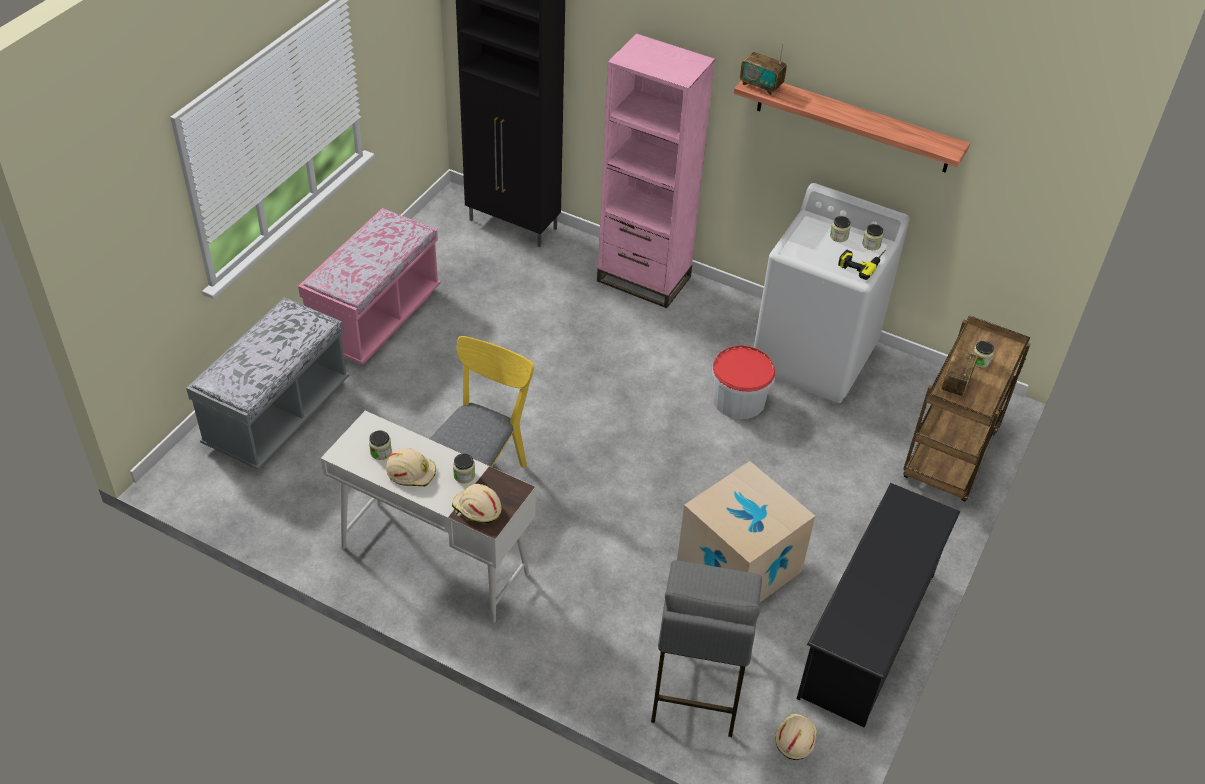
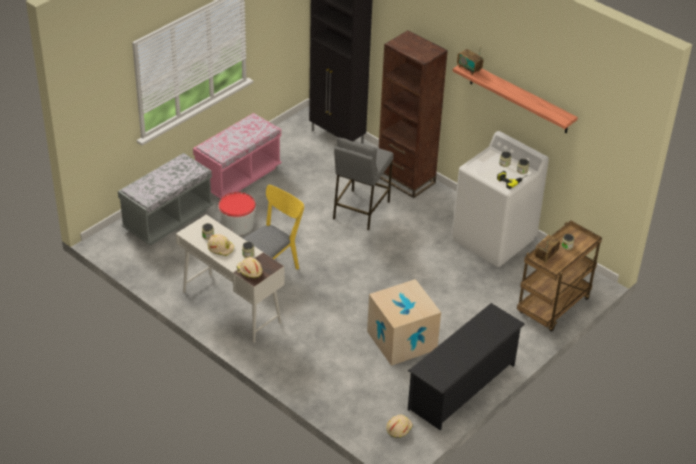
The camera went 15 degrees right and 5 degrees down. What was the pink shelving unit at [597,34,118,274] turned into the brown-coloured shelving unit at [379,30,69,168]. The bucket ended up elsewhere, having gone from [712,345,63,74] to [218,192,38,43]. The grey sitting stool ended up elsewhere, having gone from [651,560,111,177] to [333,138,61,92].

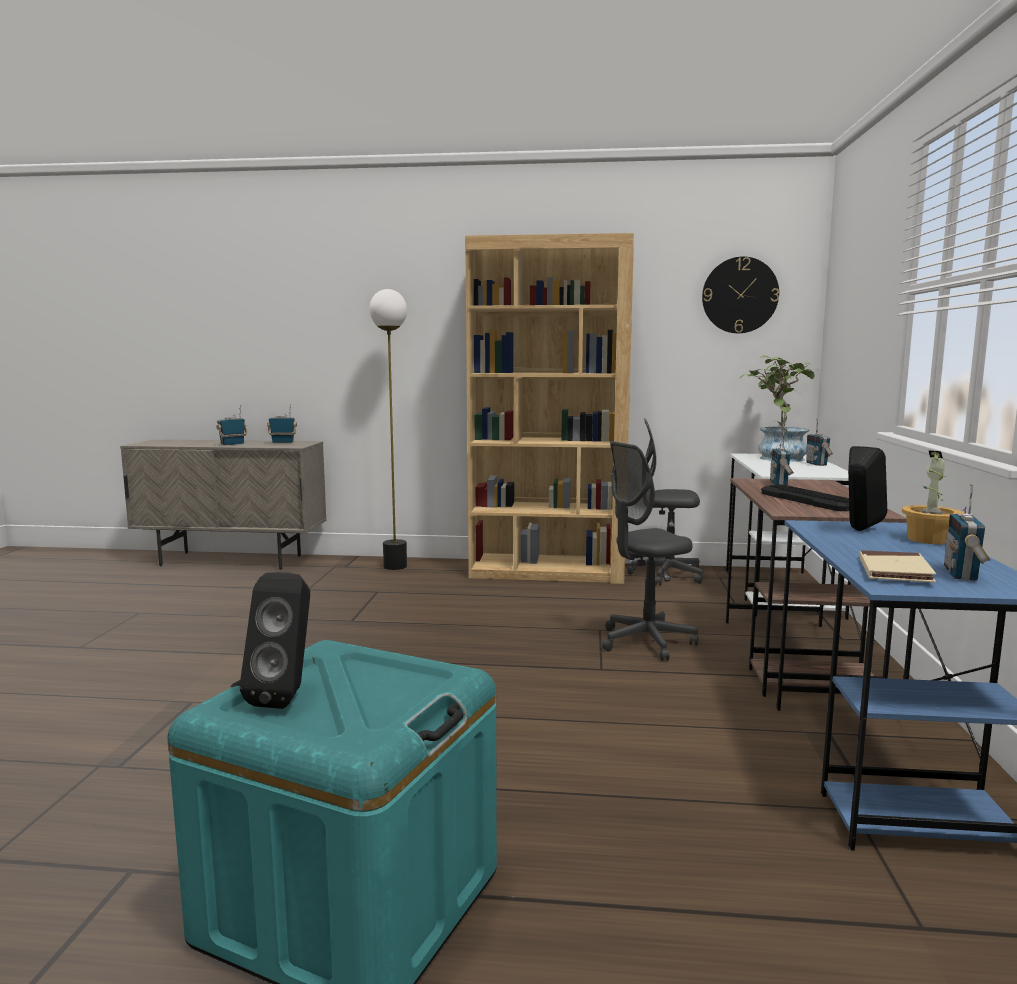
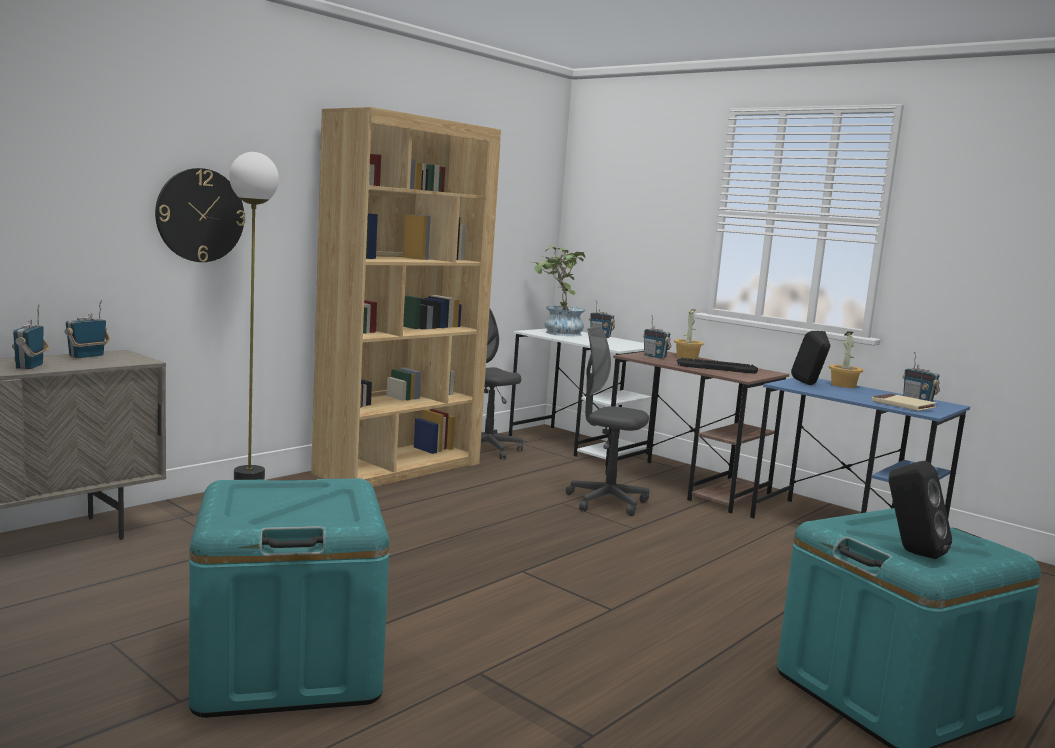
The camera went 55 degrees left and 0 degrees up. The clock on the wall ended up elsewhere, having gone from [702,256,77,77] to [155,168,90,94]. The grey desk chair at [602,441,96,220] ended up facing another way, 105 degrees clockwise from before. The second view gained the houseplant at [674,309,30,50]. The second view gained the blue-green storage container at [189,479,201,239].

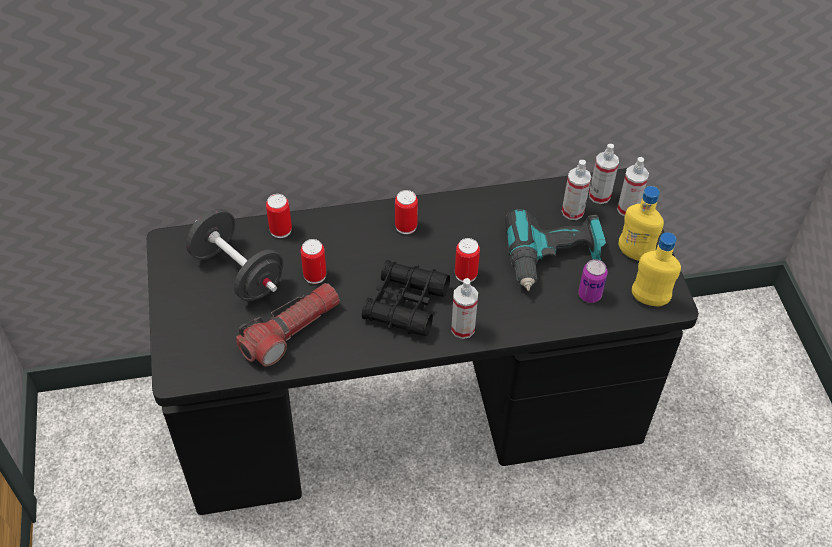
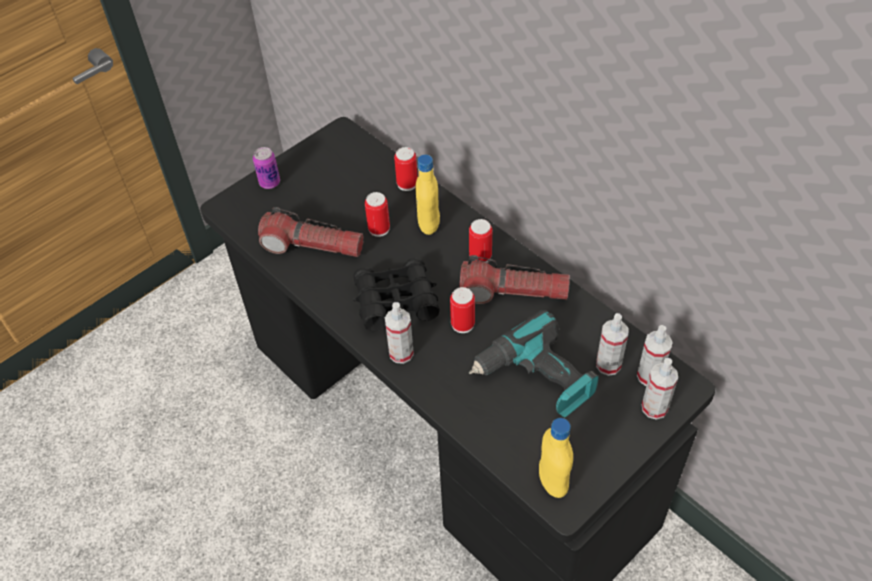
The camera went 60 degrees right and 0 degrees up. The yellow-coloured beverage bottle ended up elsewhere, having gone from [618,186,46,75] to [415,155,25,80]. The second view lost the black-coloured hand weight at [186,209,97,93]. The can ended up elsewhere, having gone from [578,259,30,44] to [253,147,27,42]. The second view gained the hand torch at [459,255,111,49].

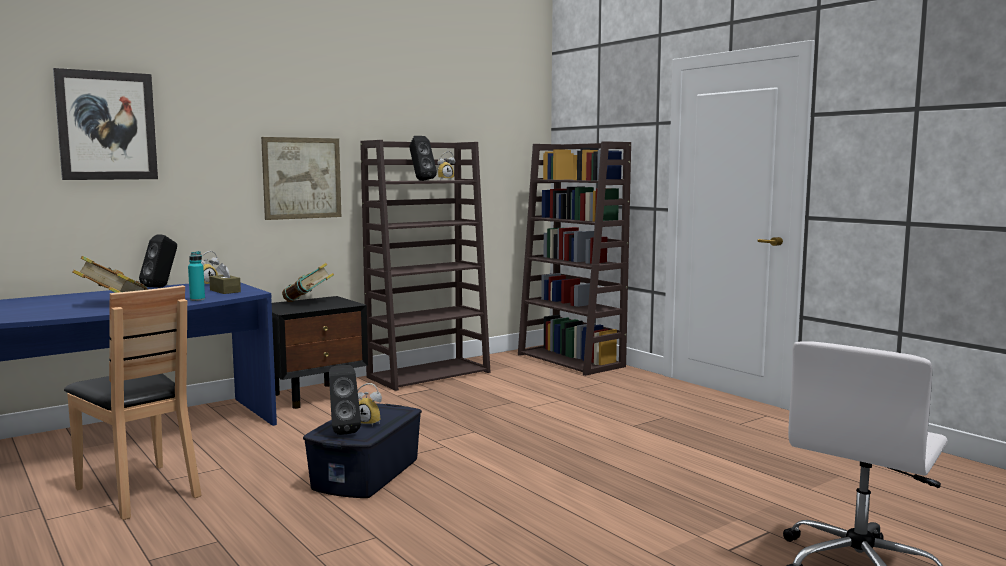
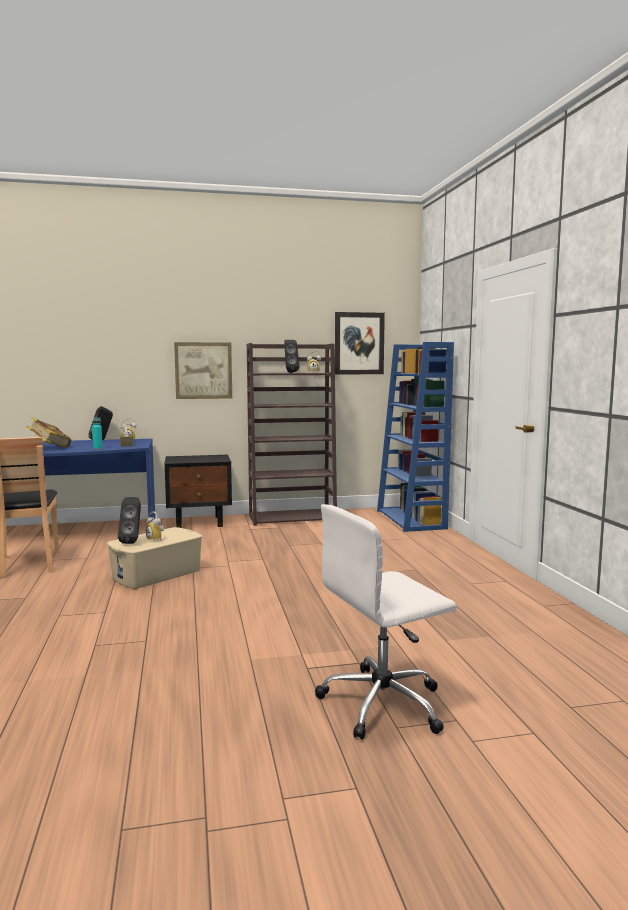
The camera went 25 degrees right and 0 degrees up. The wall art ended up elsewhere, having gone from [53,68,105,112] to [335,312,50,62]. What was the brown-coloured shelving unit at [518,141,113,235] turned into the bluish shelving unit at [377,342,77,190]. The second view lost the bound book at [282,263,52,39]. What was the bluish storage container at [303,403,119,95] turned into the beige-coloured storage container at [107,527,95,62].

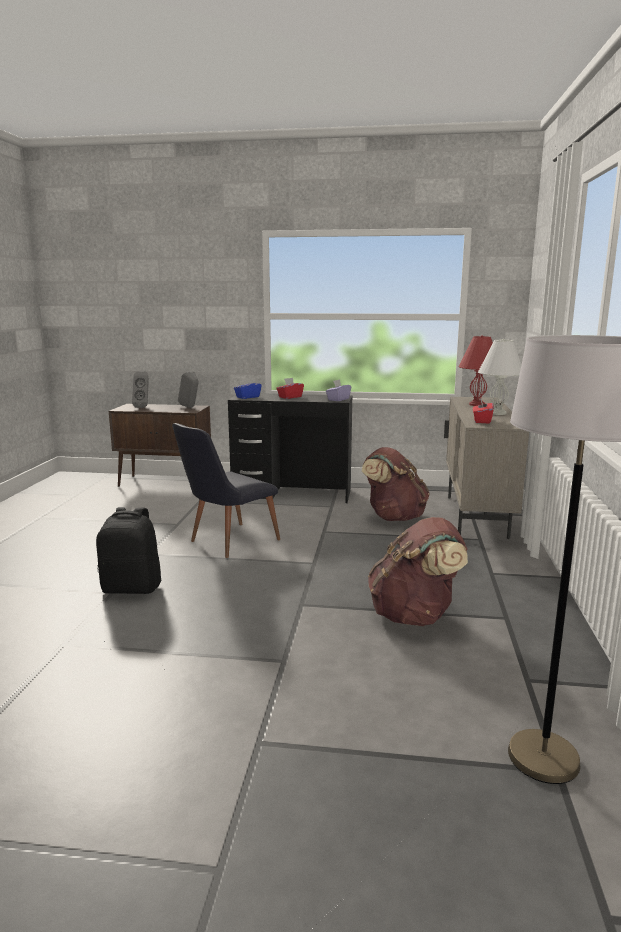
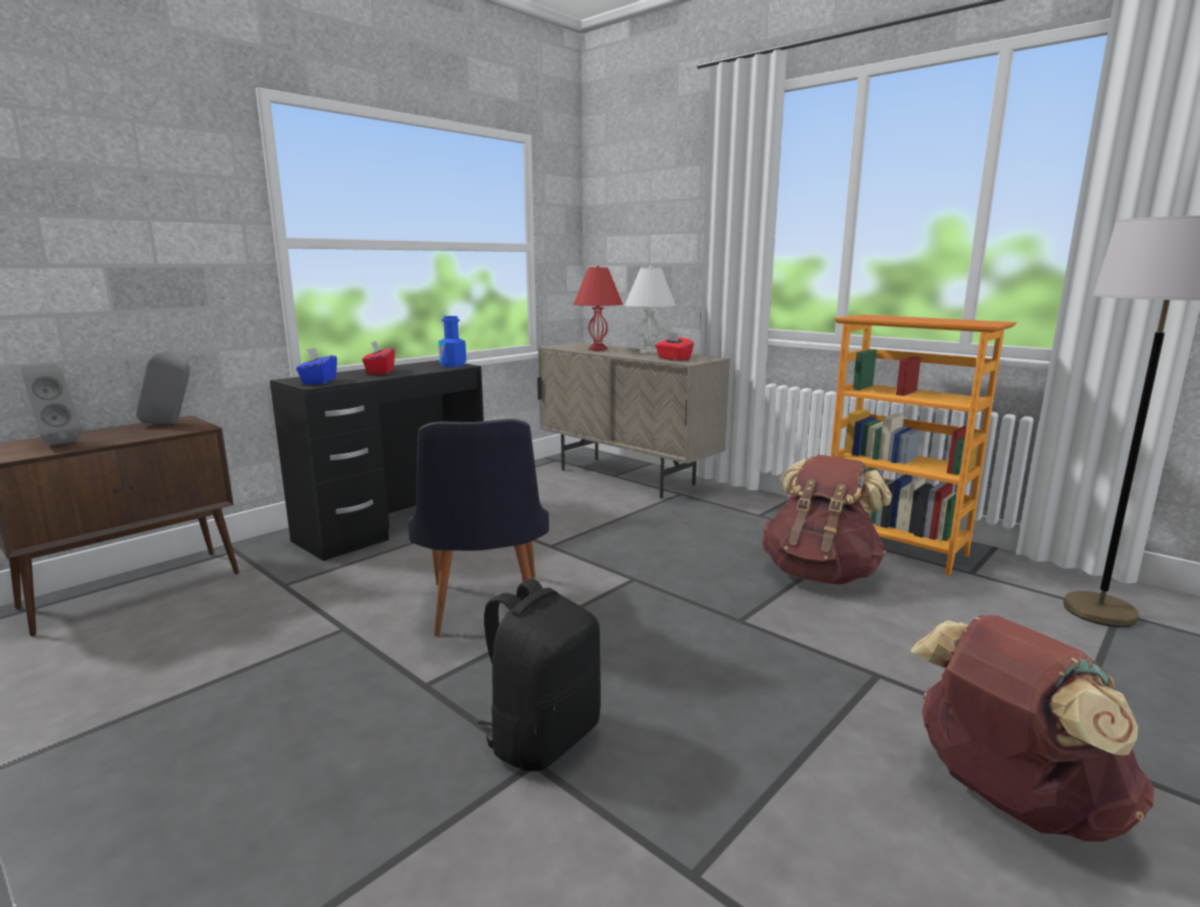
The camera went 55 degrees left and 0 degrees up. Where the purple-coloured box of tissues stood at [326,379,25,22], the bluish beverage bottle came to stand at [438,316,28,51]. The brown-coloured backpack ended up elsewhere, having gone from [362,447,68,74] to [910,615,244,227]. The second view gained the shelving unit at [831,314,186,262].

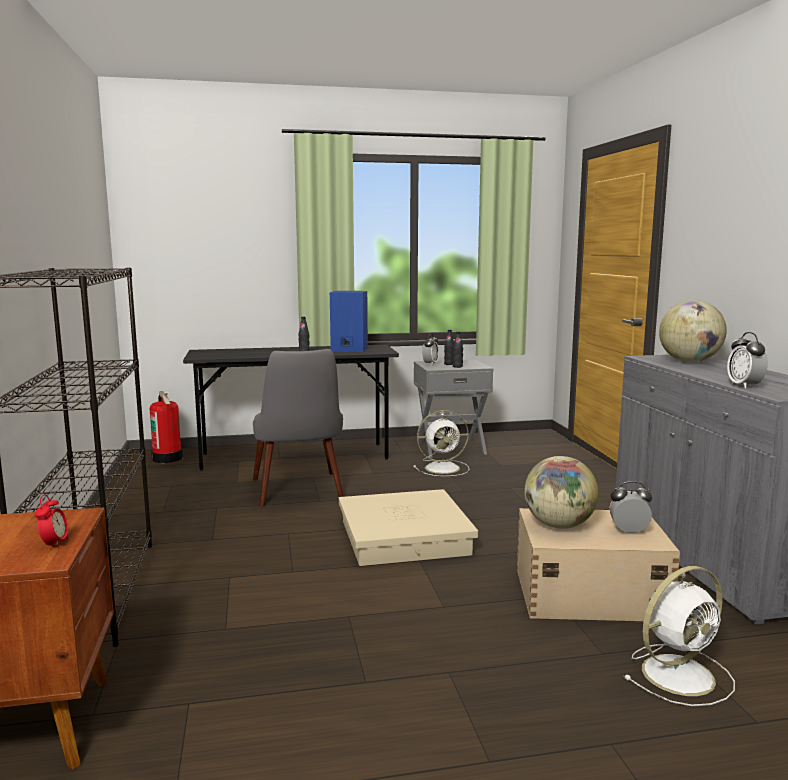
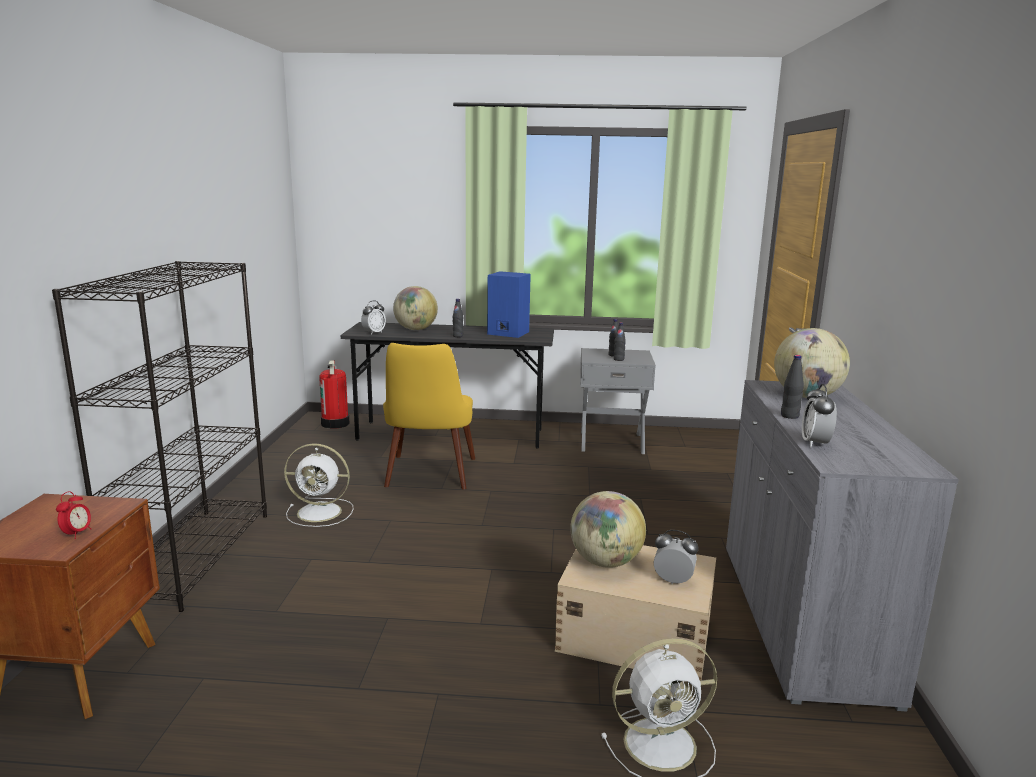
The camera went 15 degrees right and 5 degrees up. The alarm clock ended up elsewhere, having gone from [422,334,17,31] to [361,301,25,34]. What was the grey upright chair at [253,349,91,157] turned into the yellow-coloured upright chair at [383,343,92,147]. The white-coloured fan ended up elsewhere, having gone from [413,410,57,66] to [284,444,70,83]. The second view lost the beige-coloured storage container at [339,489,139,77]. The second view gained the globe at [393,286,45,44]. The second view gained the black-coloured beverage bottle at [781,355,23,64].

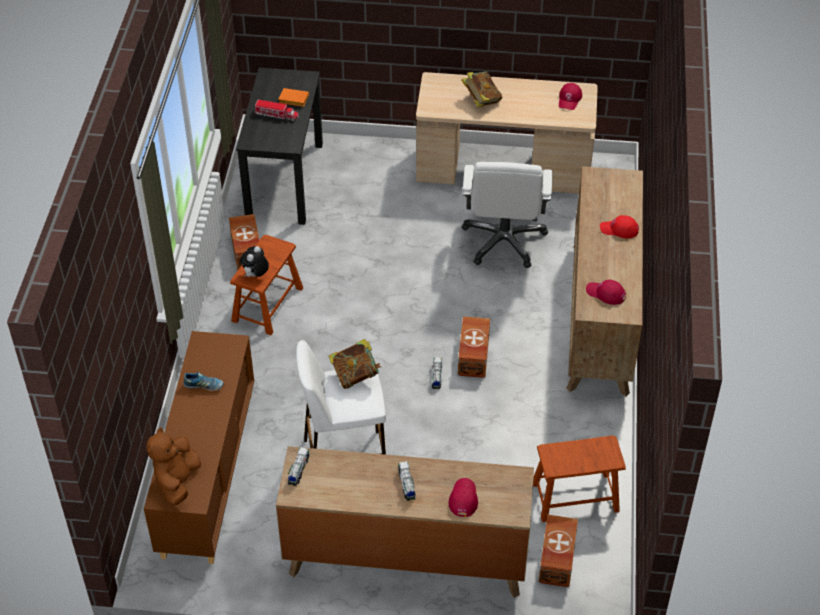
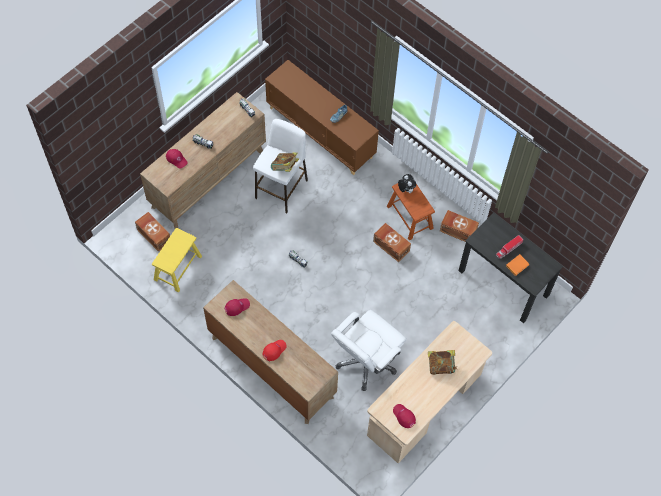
The camera went 125 degrees right and 15 degrees up. The white-coloured desk chair at [462,162,91,106] ended up facing another way, 90 degrees counterclockwise from before. The brown-coloured storage container ended up elsewhere, having gone from [458,316,32,62] to [373,223,38,39]. The second view lost the brown-coloured soft toy at [146,428,55,77]. What was the brown-coloured sitting stool at [533,436,93,86] turned into the yellow-coloured sitting stool at [152,228,50,64].

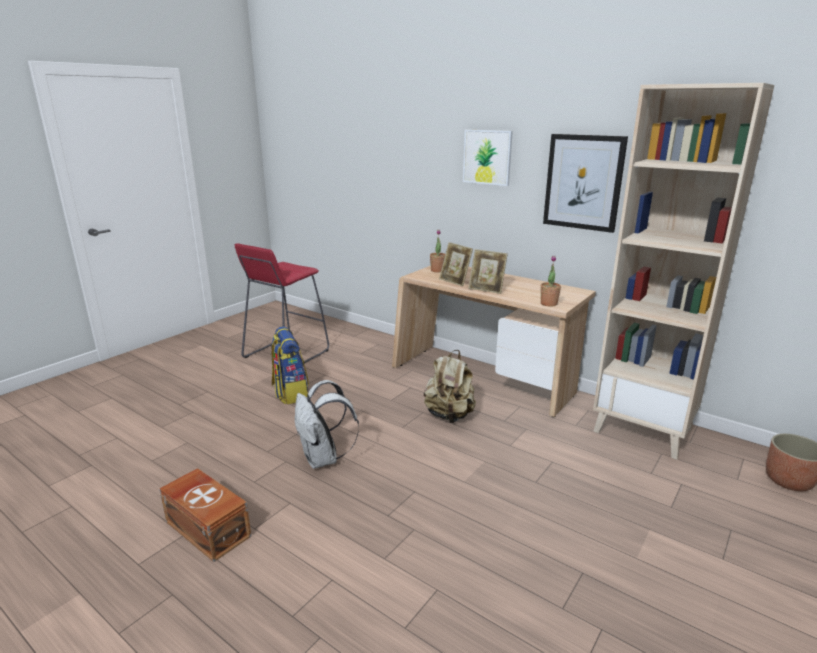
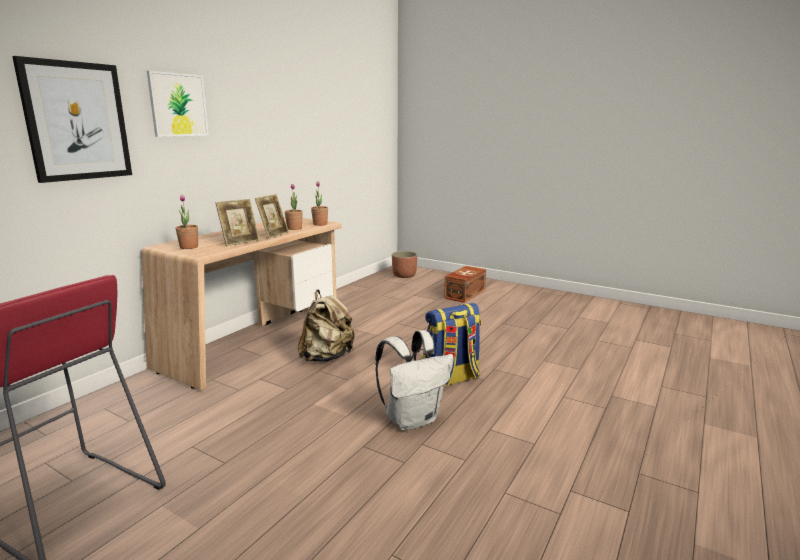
The camera went 95 degrees left and 5 degrees down. The second view lost the beige-coloured shelving unit at [593,83,181,377]. The wall art ended up elsewhere, having gone from [543,134,85,99] to [12,56,120,127]. The backpack ended up elsewhere, having gone from [271,326,38,78] to [423,303,58,83]. The brown-coloured storage container ended up elsewhere, having gone from [159,468,92,94] to [444,266,42,37]. The second view gained the houseplant at [285,184,18,46].

